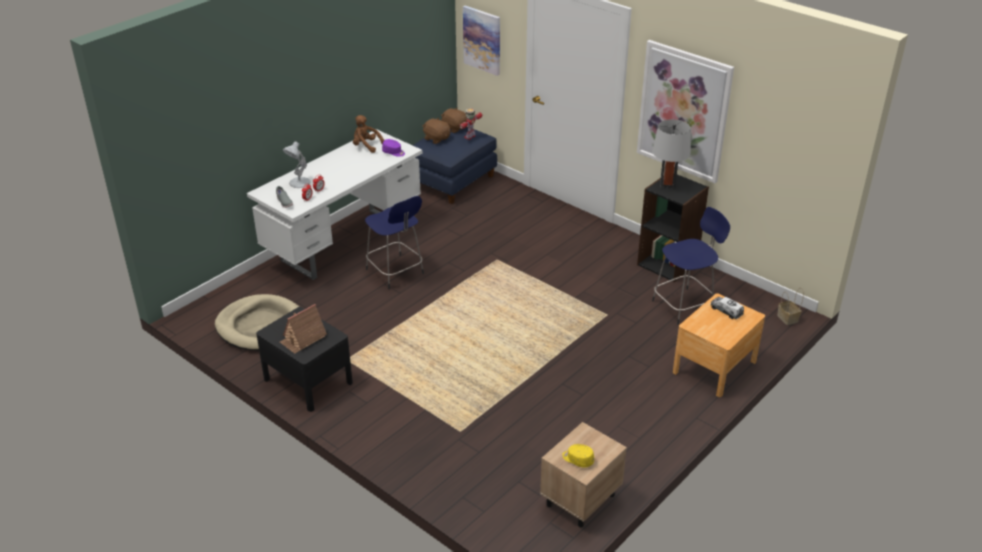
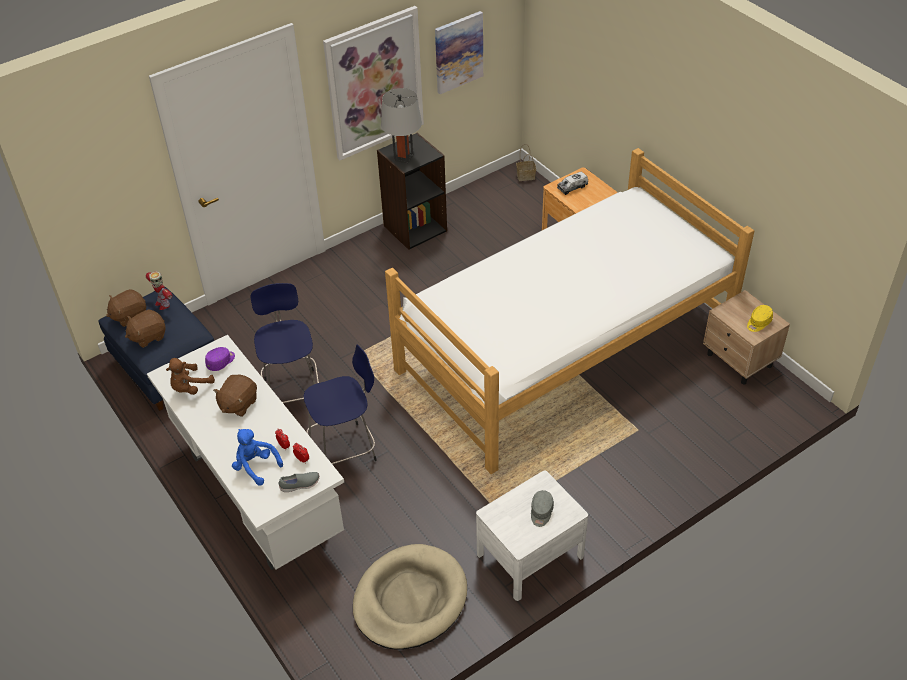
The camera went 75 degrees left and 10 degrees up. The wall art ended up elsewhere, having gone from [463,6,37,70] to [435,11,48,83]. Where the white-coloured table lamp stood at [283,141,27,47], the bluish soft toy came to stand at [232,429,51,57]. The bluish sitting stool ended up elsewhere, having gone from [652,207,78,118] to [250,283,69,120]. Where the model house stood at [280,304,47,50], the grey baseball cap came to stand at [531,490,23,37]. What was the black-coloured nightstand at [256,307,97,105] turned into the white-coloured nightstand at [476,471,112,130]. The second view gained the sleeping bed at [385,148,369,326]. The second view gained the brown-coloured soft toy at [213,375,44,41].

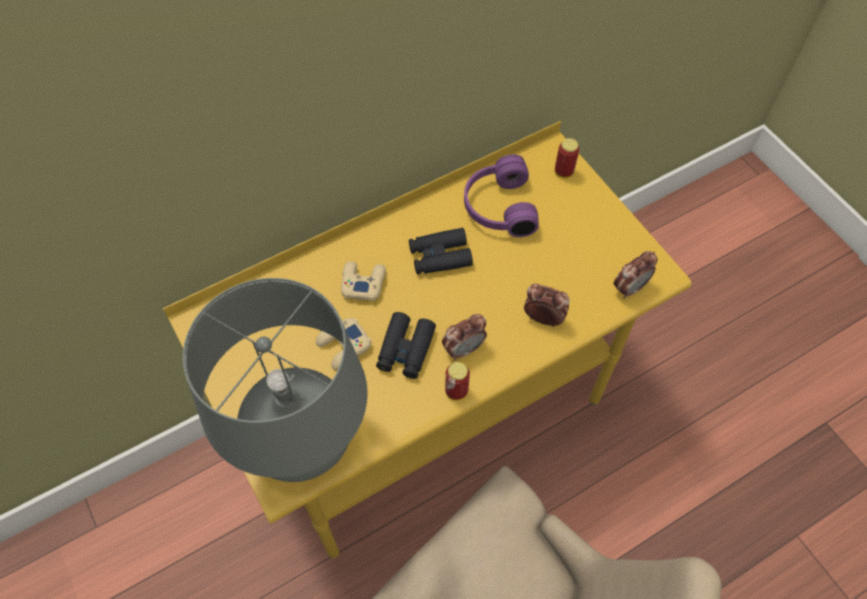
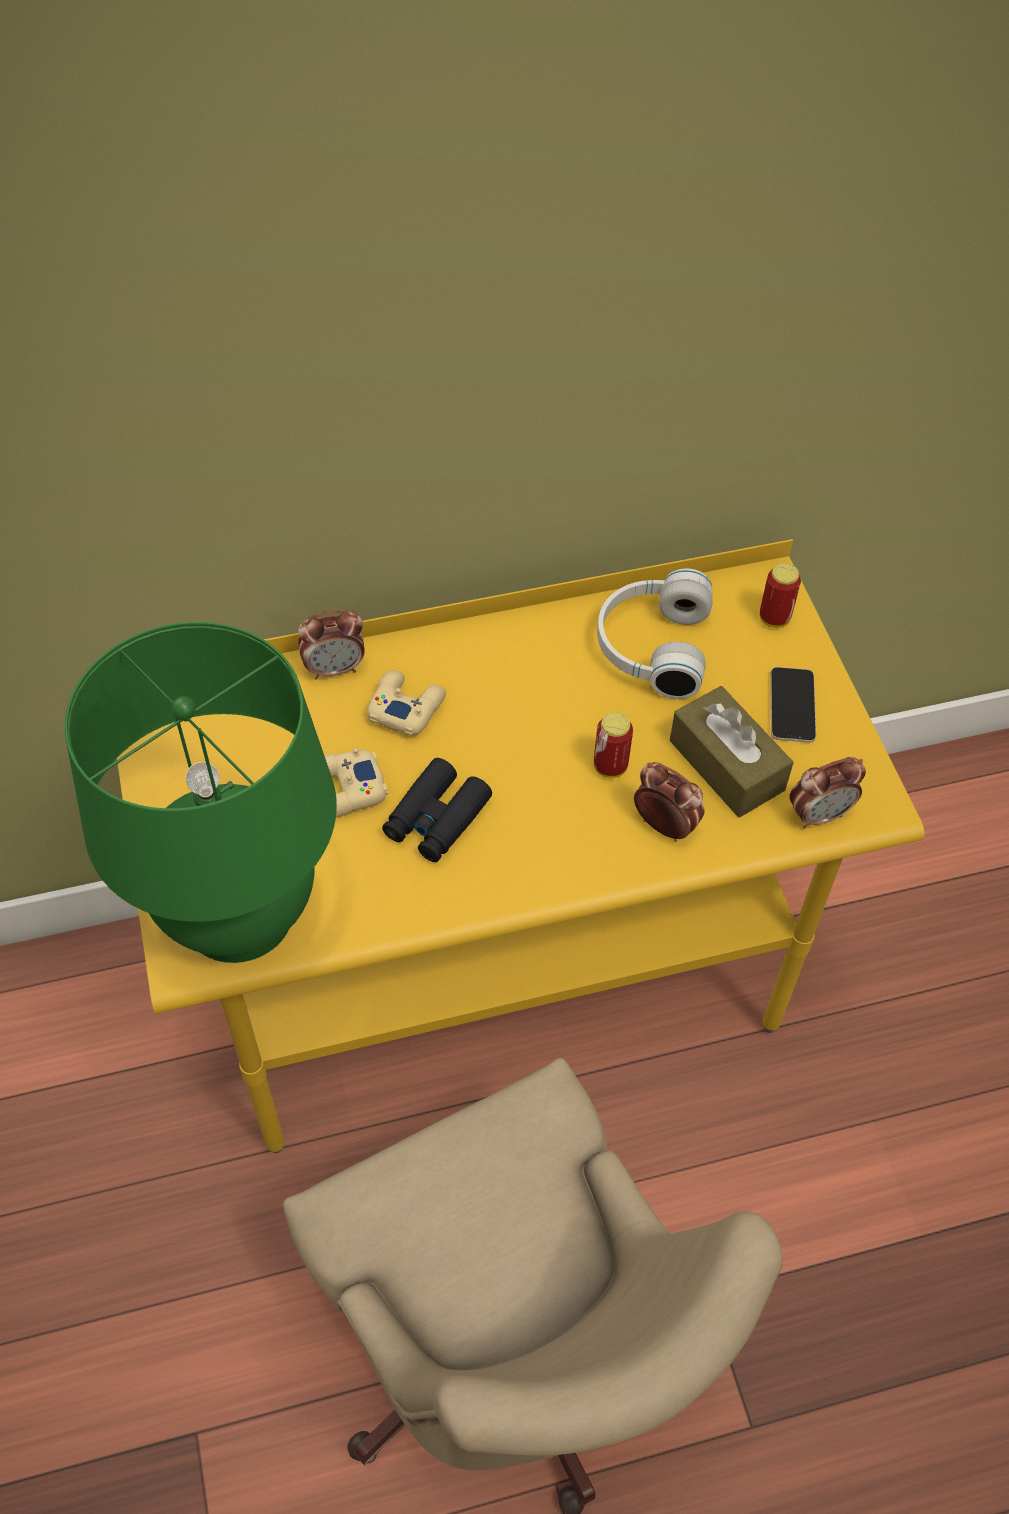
The camera went 15 degrees right and 5 degrees down. What was the purple-coloured headset at [464,154,75,83] turned into the white-coloured headset at [597,568,116,131]. The second view lost the black-coloured pair of binoculars at [409,228,64,47]. What was the grey table lamp at [183,278,184,204] turned into the green table lamp at [65,622,272,341]. The alarm clock ended up elsewhere, having gone from [442,314,45,46] to [298,610,67,70]. The can ended up elsewhere, having gone from [445,362,25,39] to [594,712,39,66]. The second view gained the telephone at [770,667,46,76]. The second view gained the brown-coloured box of tissues at [670,686,123,131].

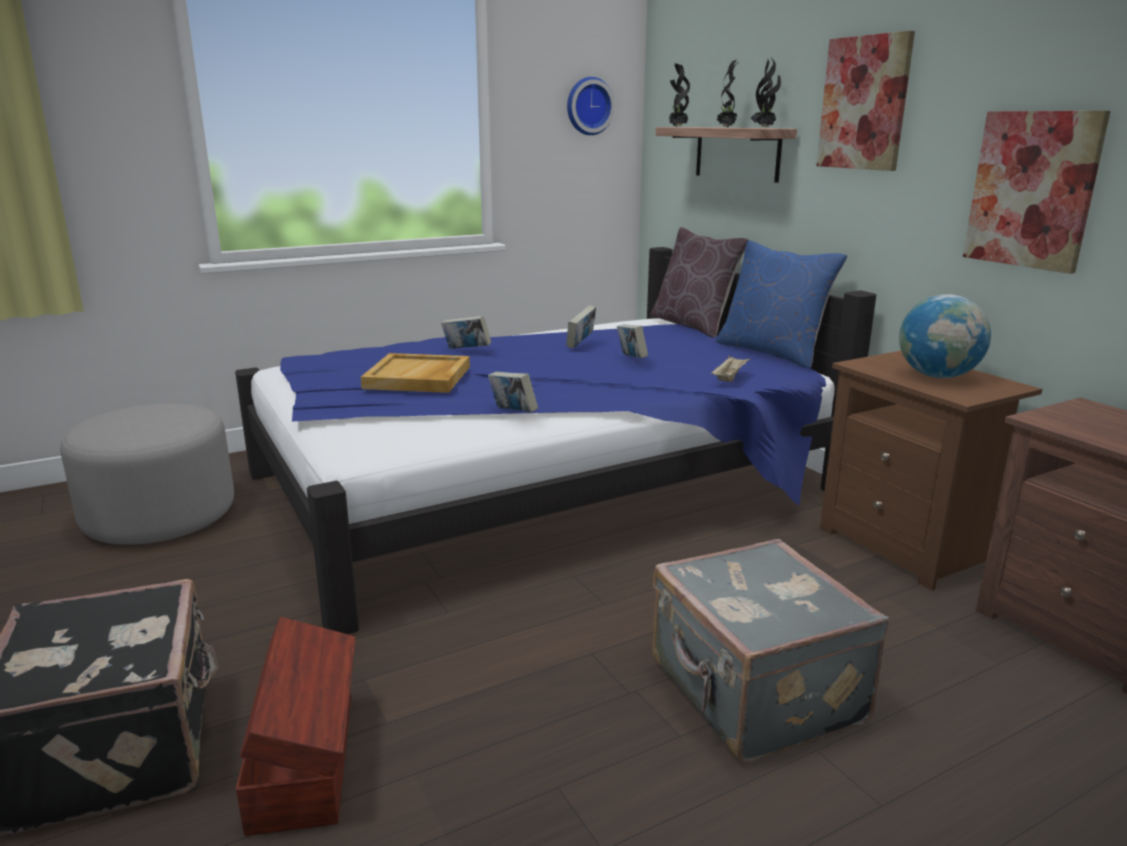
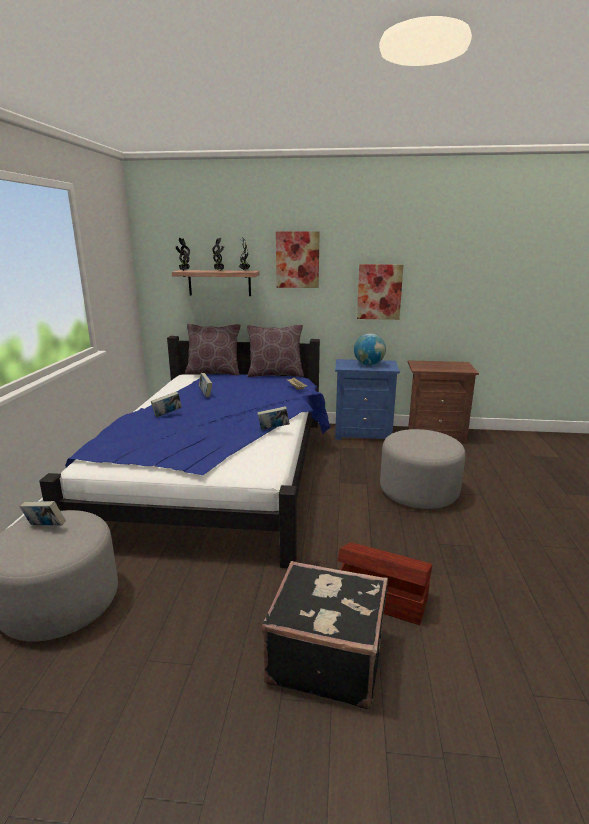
The camera went 55 degrees left and 0 degrees up. The second view lost the clock on the wall at [567,77,48,58]. What was the bluish throw pillow at [716,241,131,128] turned into the brown-coloured throw pillow at [247,325,57,52]. The bound book ended up elsewhere, having gone from [617,324,31,34] to [19,501,47,25]. What was the brown-coloured nightstand at [820,351,222,239] turned into the bluish nightstand at [335,359,65,81]. The second view lost the beige-coloured carrying tray at [361,353,109,40]. Where the grey travel case stood at [652,539,237,224], the grey ottoman came to stand at [380,429,86,80].

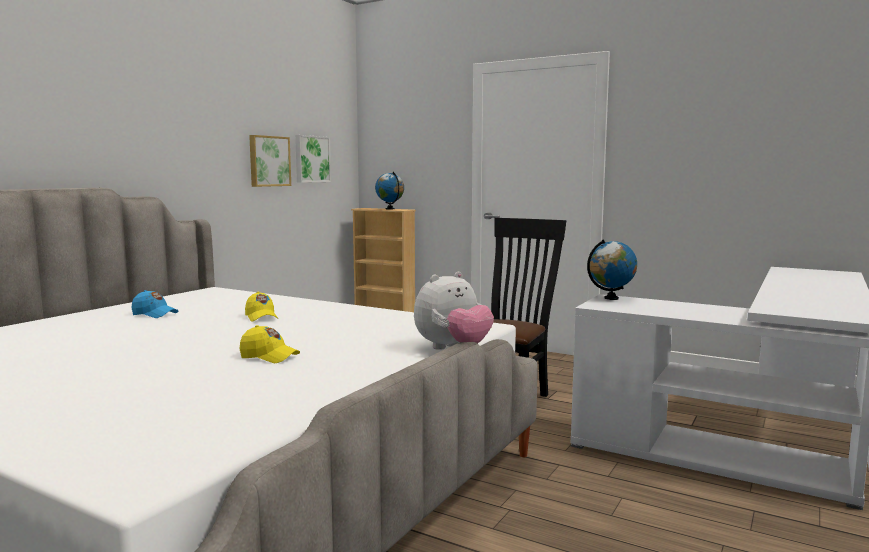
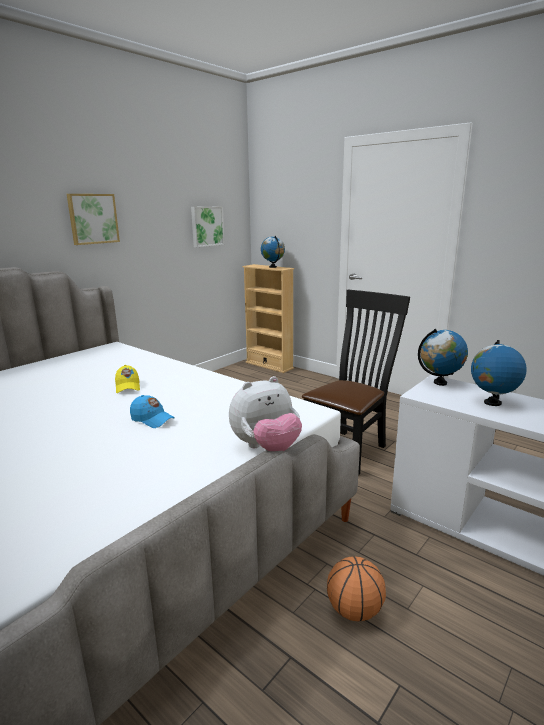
The camera went 10 degrees right and 10 degrees up. The wall art ended up elsewhere, having gone from [249,135,42,52] to [67,194,53,51]. The bluish baseball cap ended up elsewhere, having gone from [132,290,46,28] to [130,395,45,33]. The second view lost the yellow-coloured baseball cap at [239,325,61,38]. The second view gained the globe at [471,340,56,66]. The second view gained the ball for basketball at [327,556,59,66].

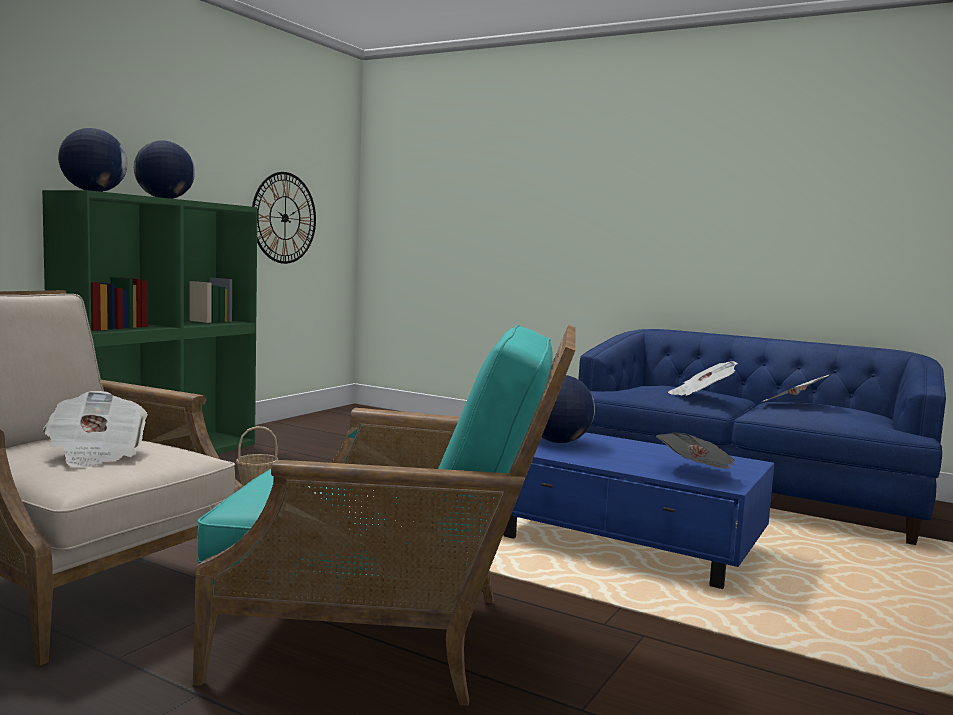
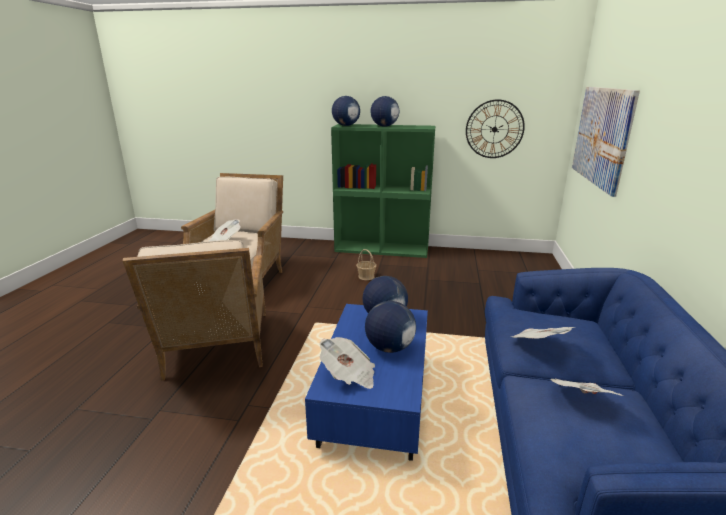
The camera went 70 degrees right and 15 degrees up. What was the blue-green easy chair at [193,325,383,381] turned into the beige-coloured easy chair at [122,240,144,141]. The second view gained the wall art at [572,87,68,110]. The second view gained the globe at [365,301,51,52].

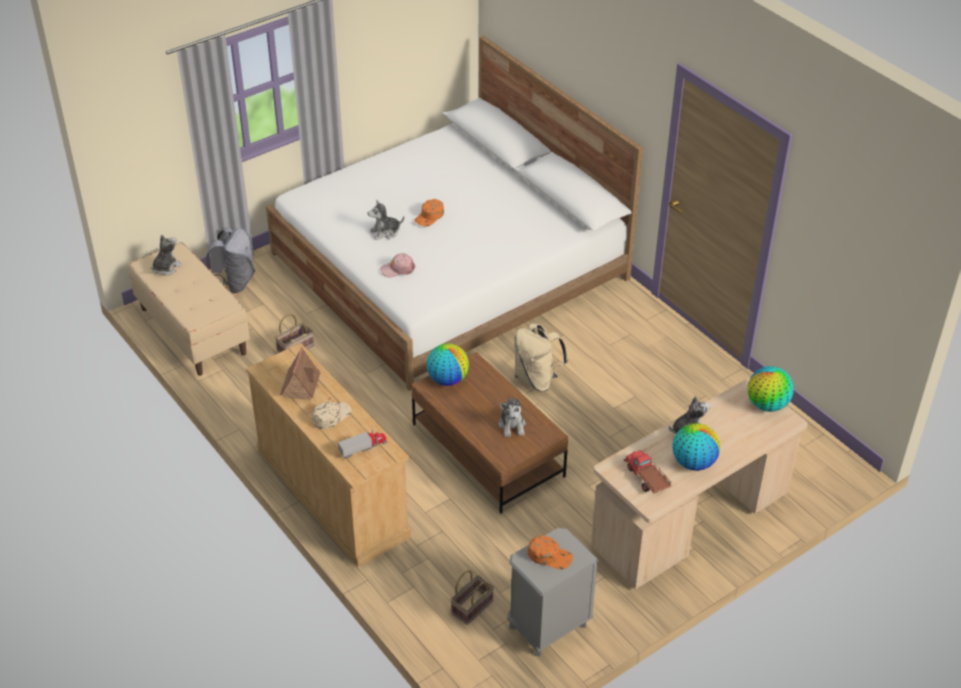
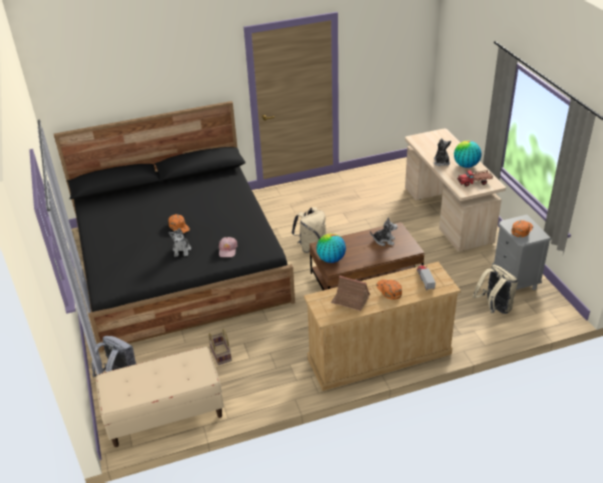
The camera went 70 degrees left and 5 degrees down. What was the white-coloured sleeping bed at [266,35,377,356] turned into the black-coloured sleeping bed at [54,101,241,252]. The second view lost the soft toy at [151,235,31,40]. The second view lost the globe at [748,366,46,46]. What was the beige-coloured baseball cap at [312,402,39,27] turned into the orangey baseball cap at [376,279,26,21]. Where the basket stood at [451,570,43,55], the beige-coloured backpack came to stand at [473,265,45,49].

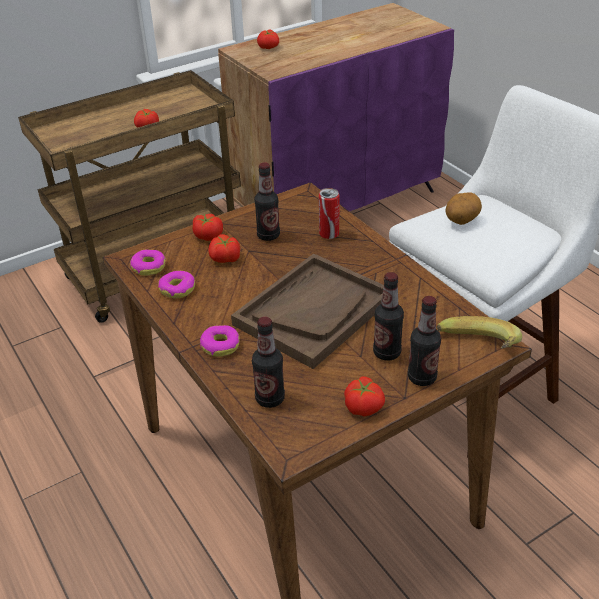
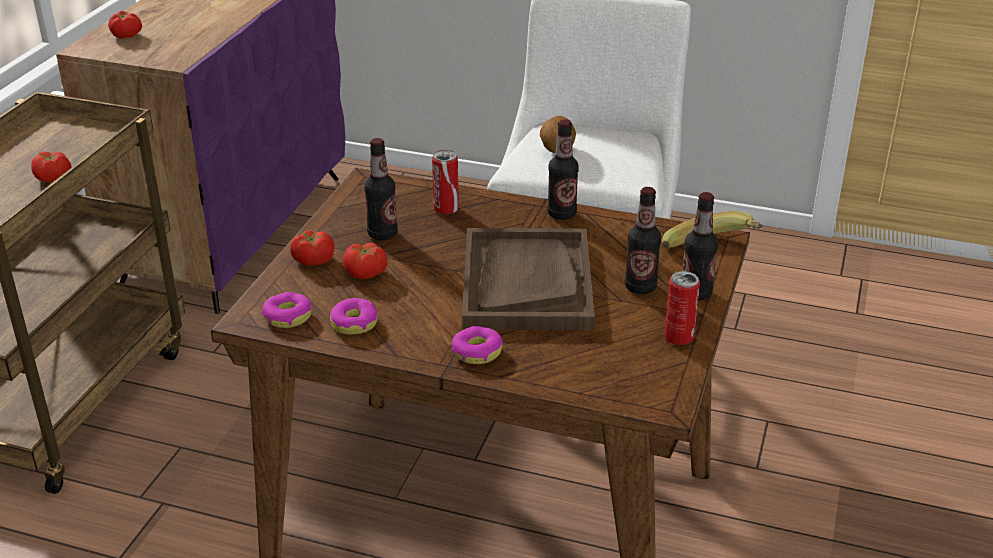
The camera went 40 degrees left and 5 degrees down. The beverage bottle ended up elsewhere, having gone from [252,317,33,91] to [547,119,32,101]. Where the whole tomato stood at [344,376,41,41], the can came to stand at [664,271,36,74].

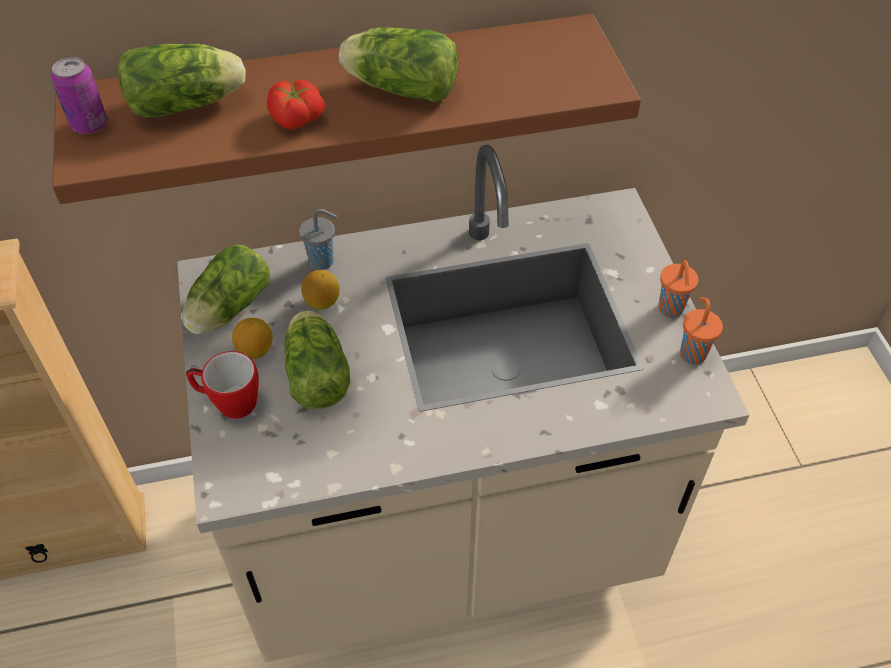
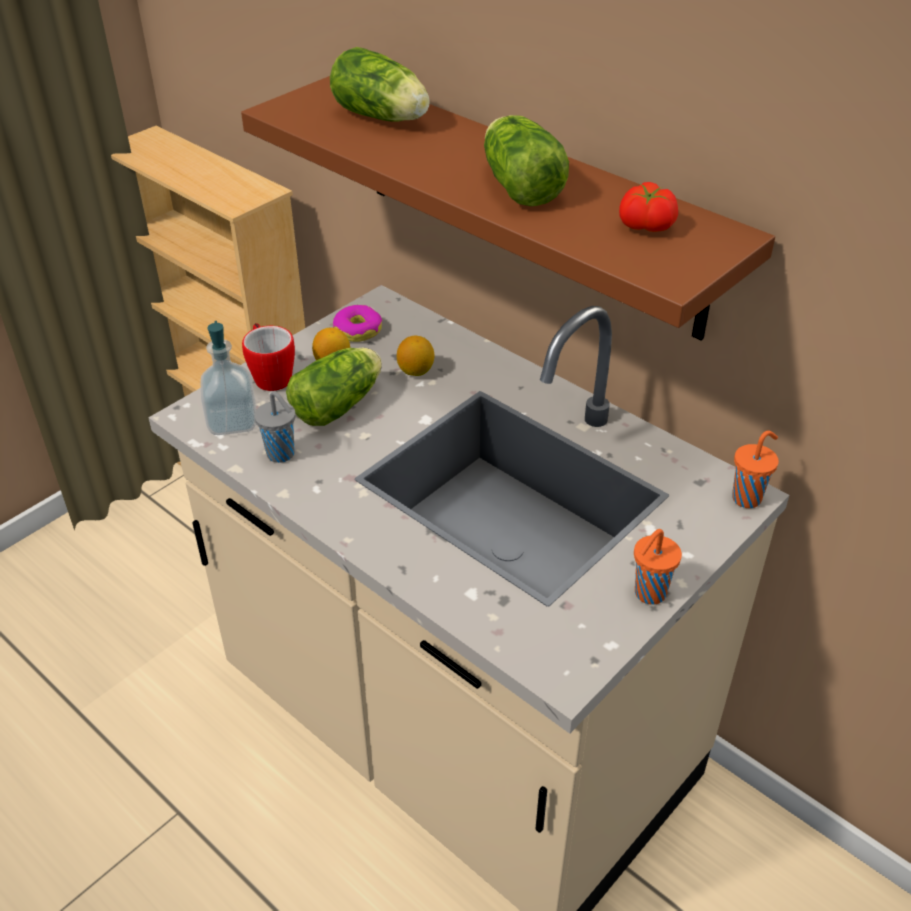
The camera went 55 degrees right and 10 degrees down. The second view lost the can at [51,57,56,77]. The whole tomato ended up elsewhere, having gone from [267,80,58,49] to [619,182,59,50]. The grey drinking cup ended up elsewhere, having gone from [299,209,38,61] to [254,391,42,72]. Where the lettuce stood at [182,245,88,89], the doughnut came to stand at [333,305,49,37]. The orangey drinking cup ended up elsewhere, having gone from [680,297,43,68] to [732,430,47,78]. The second view gained the soap dispenser at [201,321,55,114].

